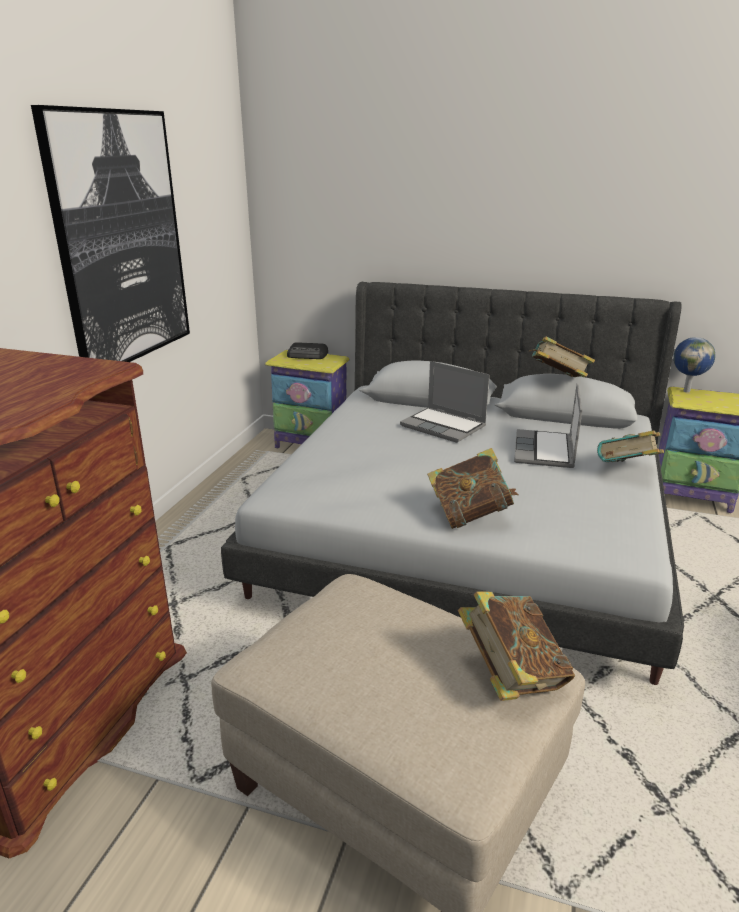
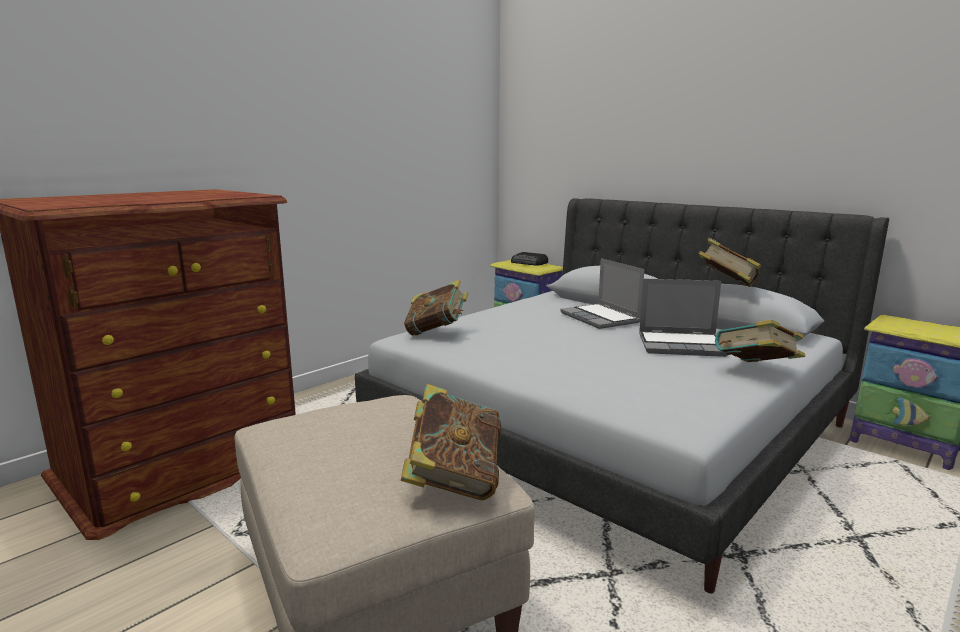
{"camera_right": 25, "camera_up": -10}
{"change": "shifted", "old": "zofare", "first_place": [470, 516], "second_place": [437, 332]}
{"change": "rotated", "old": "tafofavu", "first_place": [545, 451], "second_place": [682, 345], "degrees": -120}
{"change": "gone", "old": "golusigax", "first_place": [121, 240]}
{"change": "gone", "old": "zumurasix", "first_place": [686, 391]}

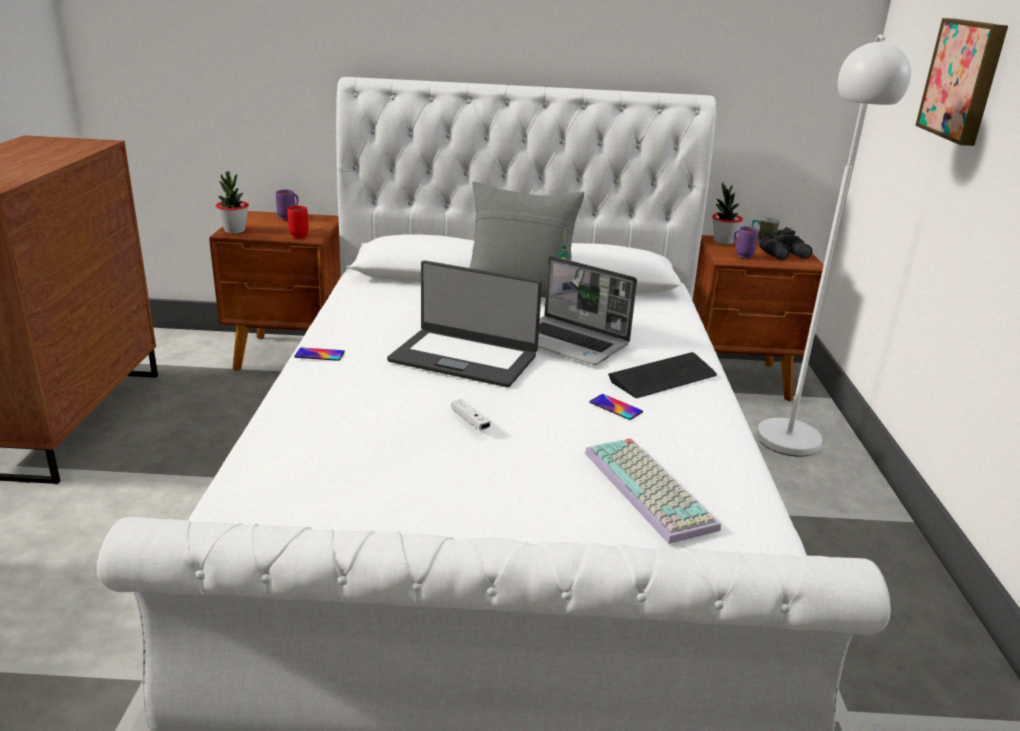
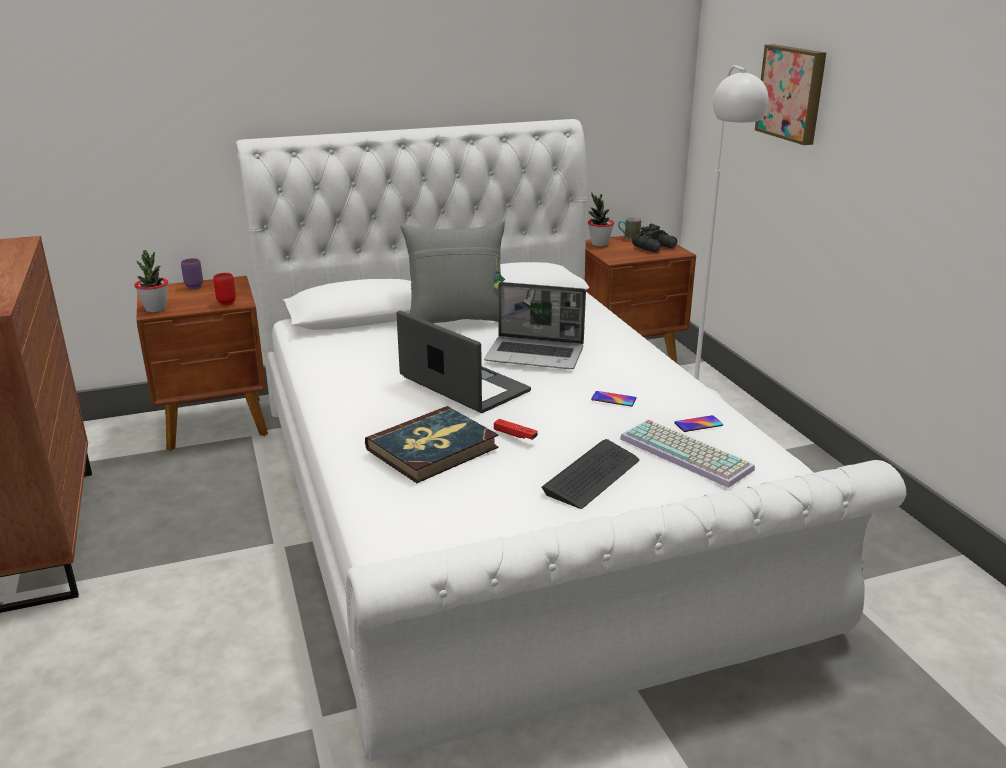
{"camera_right": -20, "camera_up": 0}
{"change": "new", "new": "zofare", "second_place": [432, 449]}
{"change": "rotated", "old": "tafofavu", "first_place": [464, 358], "second_place": [463, 385], "degrees": -135}
{"change": "repainted", "old": "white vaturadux", "new": "red vaturadux", "first_place": [470, 421], "second_place": [515, 435]}
{"change": "shifted", "old": "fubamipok", "first_place": [663, 377], "second_place": [592, 476]}
{"change": "shifted", "old": "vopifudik", "first_place": [319, 355], "second_place": [698, 424]}
{"change": "gone", "old": "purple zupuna", "first_place": [741, 255]}

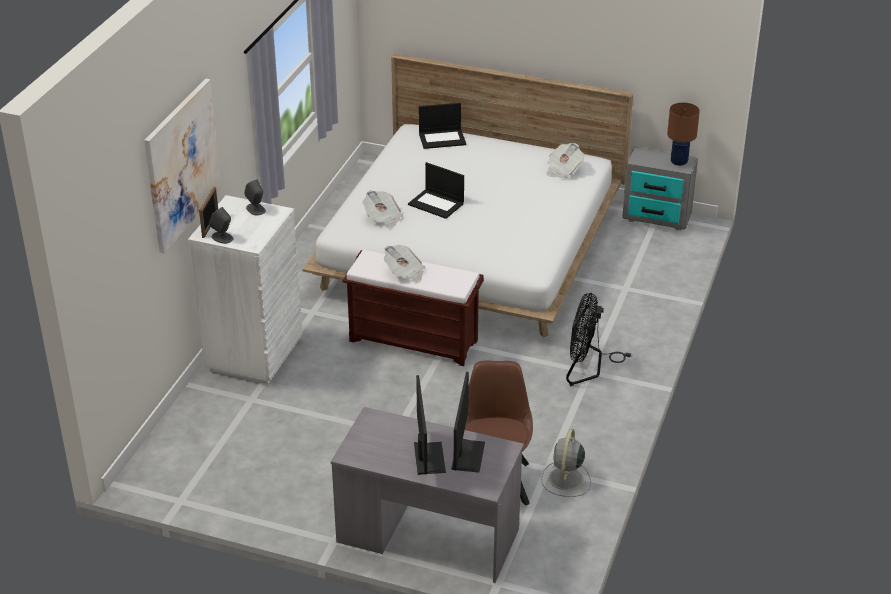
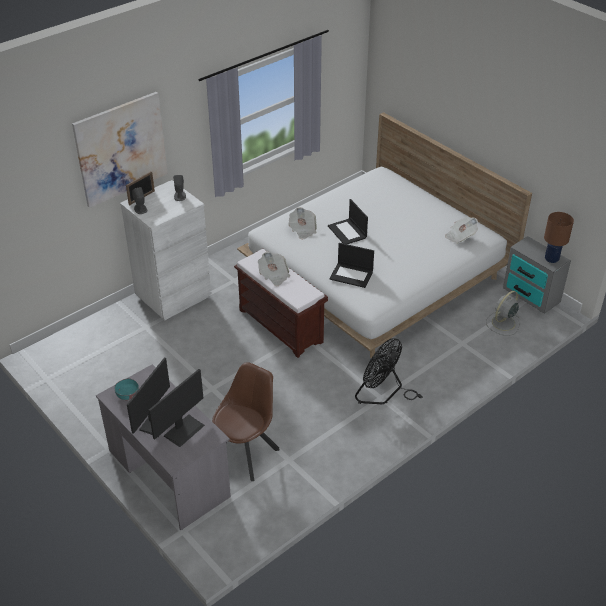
{"camera_right": 30, "camera_up": 5}
{"change": "new", "new": "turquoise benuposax", "second_place": [127, 394]}
{"change": "shifted", "old": "tafofavu", "first_place": [442, 138], "second_place": [352, 275]}
{"change": "shifted", "old": "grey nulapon", "first_place": [565, 479], "second_place": [502, 323]}

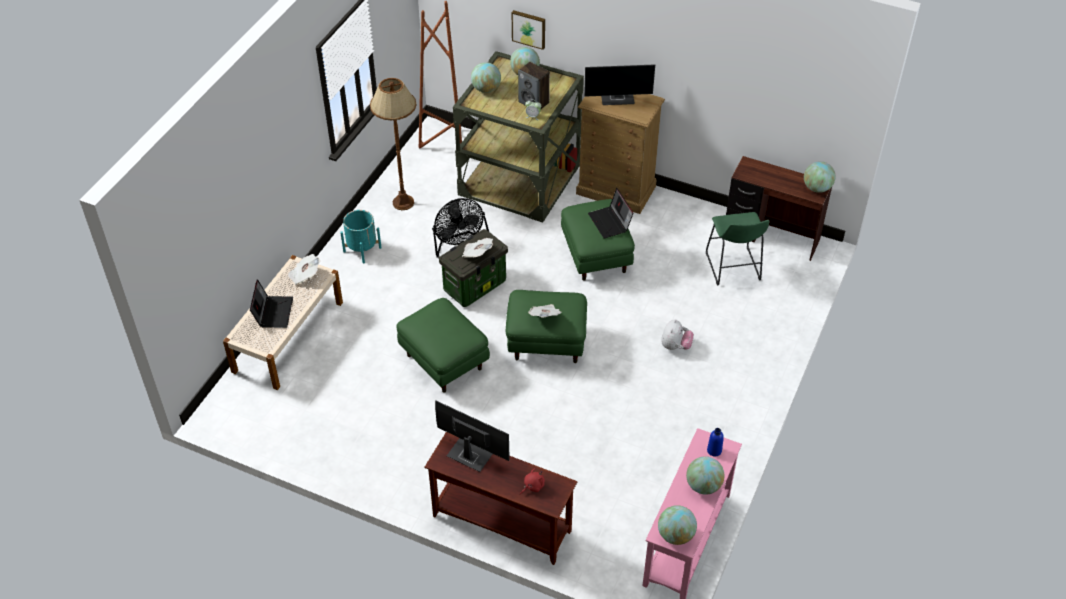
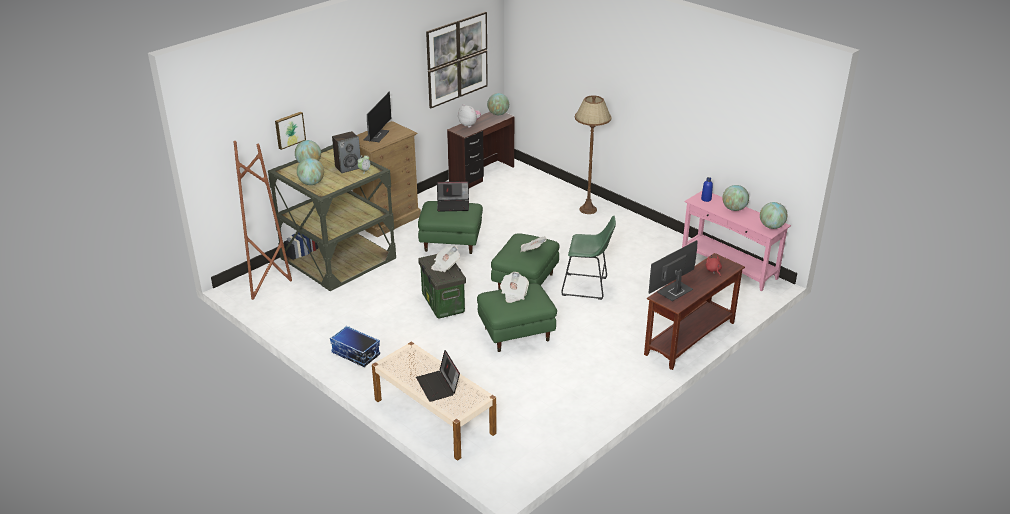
{"camera_right": -70, "camera_up": -15}
{"change": "swapped", "old": "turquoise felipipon", "new": "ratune", "first_place": [362, 249], "second_place": [355, 354]}
{"change": "rotated", "old": "tafofavu", "first_place": [273, 312], "second_place": [438, 386], "degrees": -135}
{"change": "new", "new": "golusigax", "second_place": [457, 59]}
{"change": "shifted", "old": "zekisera", "first_place": [675, 346], "second_place": [469, 125]}
{"change": "shifted", "old": "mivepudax", "first_place": [304, 275], "second_place": [514, 294]}
{"change": "shifted", "old": "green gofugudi", "first_place": [733, 269], "second_place": [587, 287]}
{"change": "shifted", "old": "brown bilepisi", "first_place": [403, 203], "second_place": [588, 209]}
{"change": "gone", "old": "black nulapon", "first_place": [456, 242]}

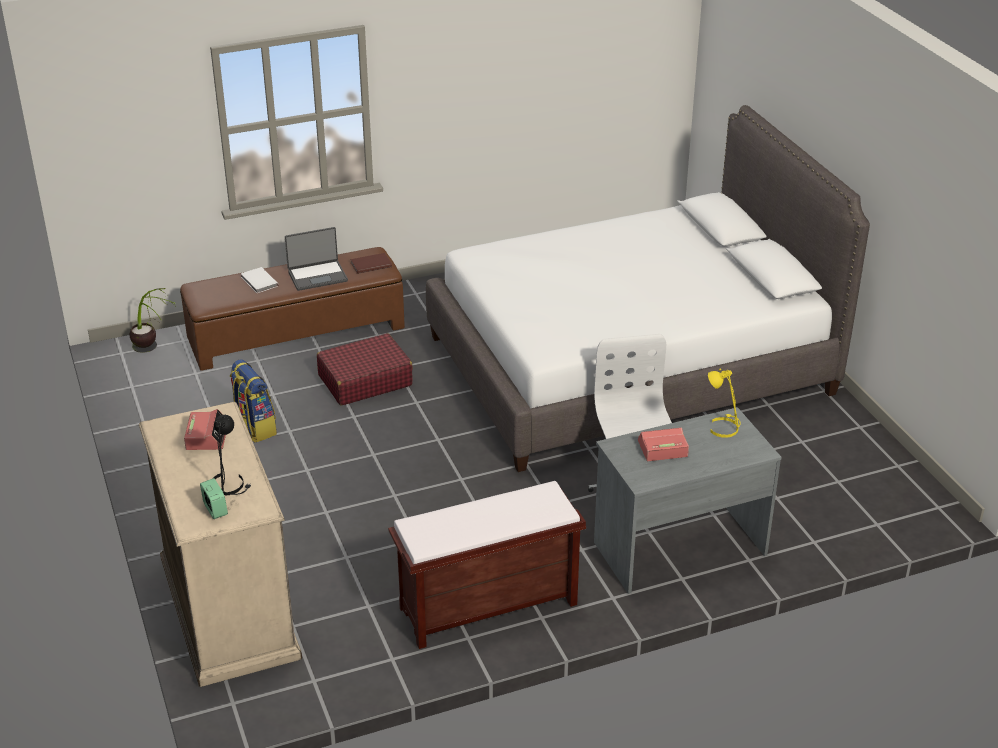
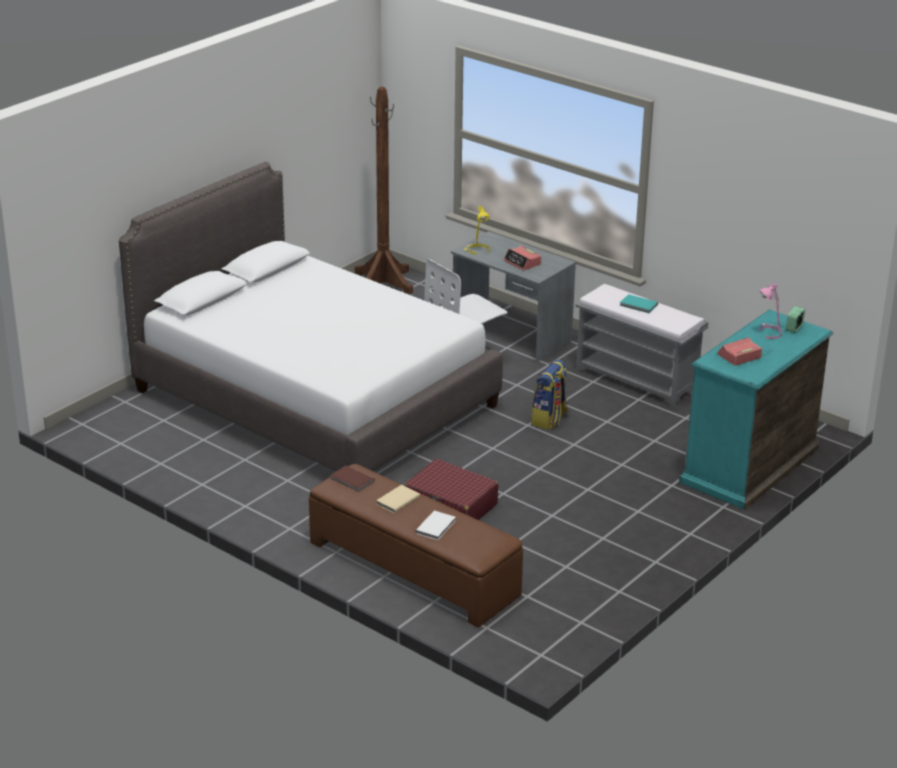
{"camera_right": -120, "camera_up": -5}
{"change": "new", "new": "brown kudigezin", "second_place": [383, 282]}
{"change": "swapped", "old": "tafofavu", "new": "beige zofare", "first_place": [317, 276], "second_place": [396, 500]}
{"change": "shifted", "old": "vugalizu", "first_place": [253, 428], "second_place": [549, 419]}
{"change": "repainted", "old": "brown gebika", "new": "grey gebika", "first_place": [487, 607], "second_place": [637, 380]}
{"change": "new", "new": "turquoise zofare", "second_place": [638, 305]}
{"change": "repainted", "old": "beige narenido", "new": "turquoise narenido", "first_place": [228, 606], "second_place": [749, 466]}
{"change": "repainted", "old": "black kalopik", "new": "pink kalopik", "first_place": [229, 485], "second_place": [768, 332]}
{"change": "gone", "old": "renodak", "first_place": [153, 351]}

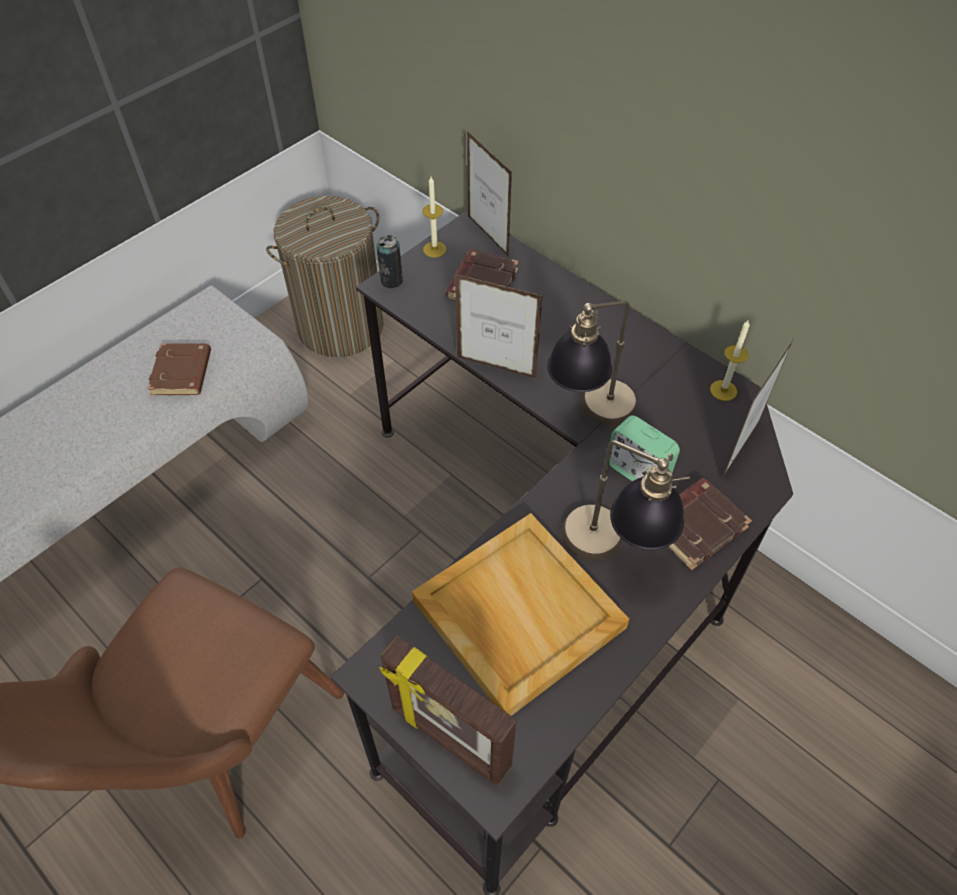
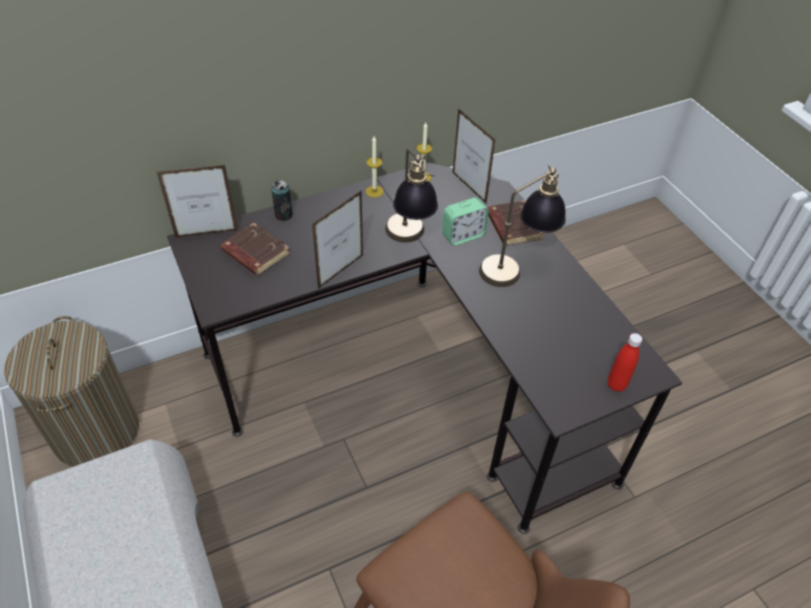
{"camera_right": -70, "camera_up": -5}
{"change": "shifted", "old": "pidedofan", "first_place": [391, 280], "second_place": [283, 215]}
{"change": "shifted", "old": "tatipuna", "first_place": [434, 249], "second_place": [374, 191]}
{"change": "swapped", "old": "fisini", "new": "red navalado", "first_place": [449, 738], "second_place": [616, 385]}
{"change": "gone", "old": "brown zofare", "first_place": [182, 374]}
{"change": "gone", "old": "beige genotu", "first_place": [516, 614]}

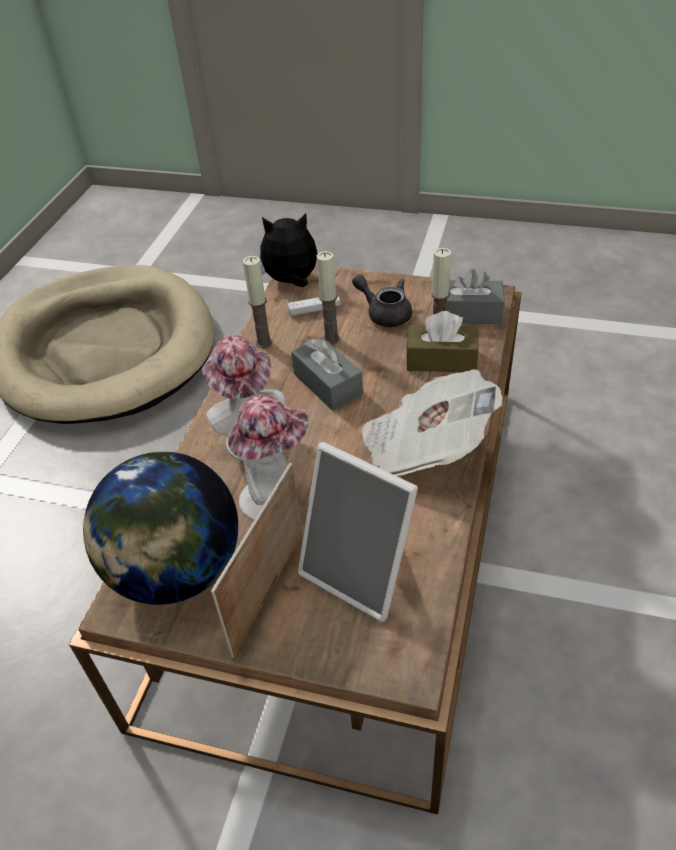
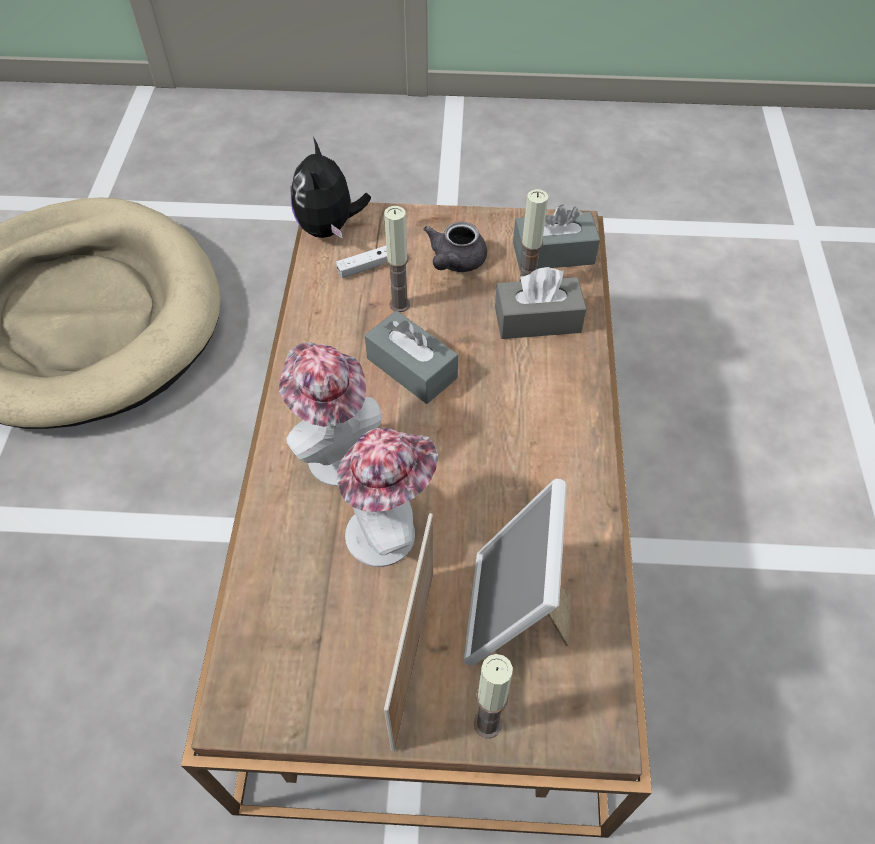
{"camera_right": -15, "camera_up": 10}
{"change": "rotated", "old": "zekisera", "first_place": [291, 281], "second_place": [329, 228], "degrees": -75}
{"change": "rotated", "old": "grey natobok", "first_place": [385, 313], "second_place": [455, 262], "degrees": -90}
{"change": "rotated", "old": "fisini", "first_place": [361, 572], "second_place": [515, 614], "degrees": 75}
{"change": "shifted", "old": "tatipuna", "first_place": [264, 343], "second_place": [487, 723]}
{"change": "repainted", "old": "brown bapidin", "new": "grey bapidin", "first_place": [441, 360], "second_place": [537, 320]}
{"change": "gone", "old": "zumurasix", "first_place": [176, 571]}
{"change": "gone", "old": "mivepudax", "first_place": [424, 447]}

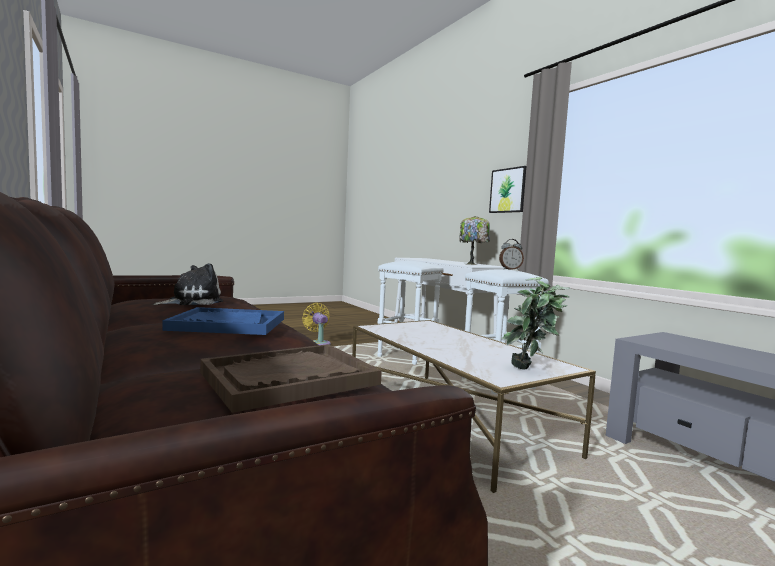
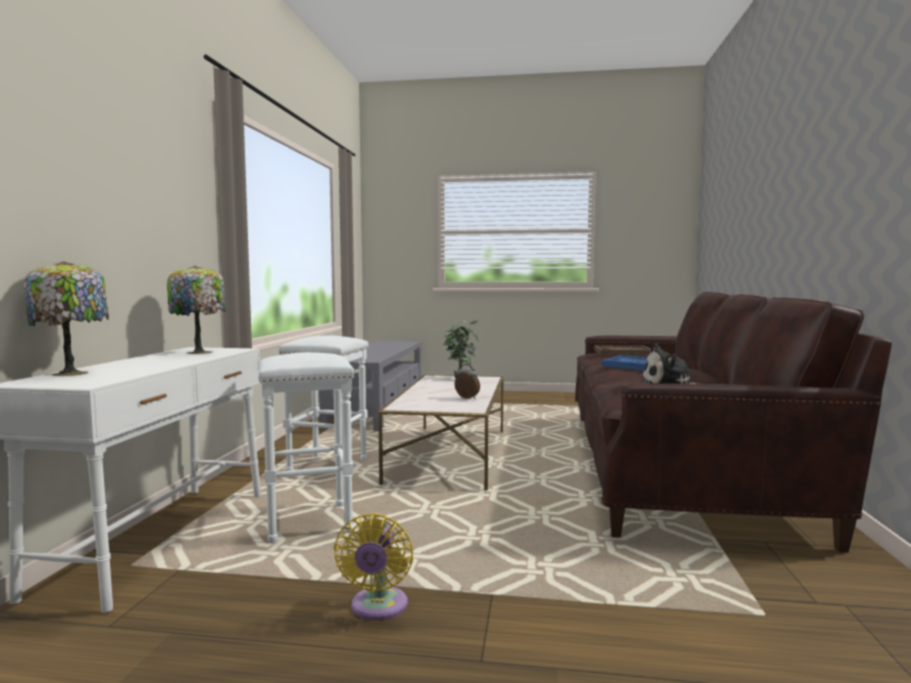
{"camera_right": -140, "camera_up": 0}
{"change": "new", "new": "kalopik", "second_place": [72, 373]}
{"change": "shifted", "old": "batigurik", "first_place": [510, 269], "second_place": [466, 398]}
{"change": "gone", "old": "golusigax", "first_place": [509, 190]}

